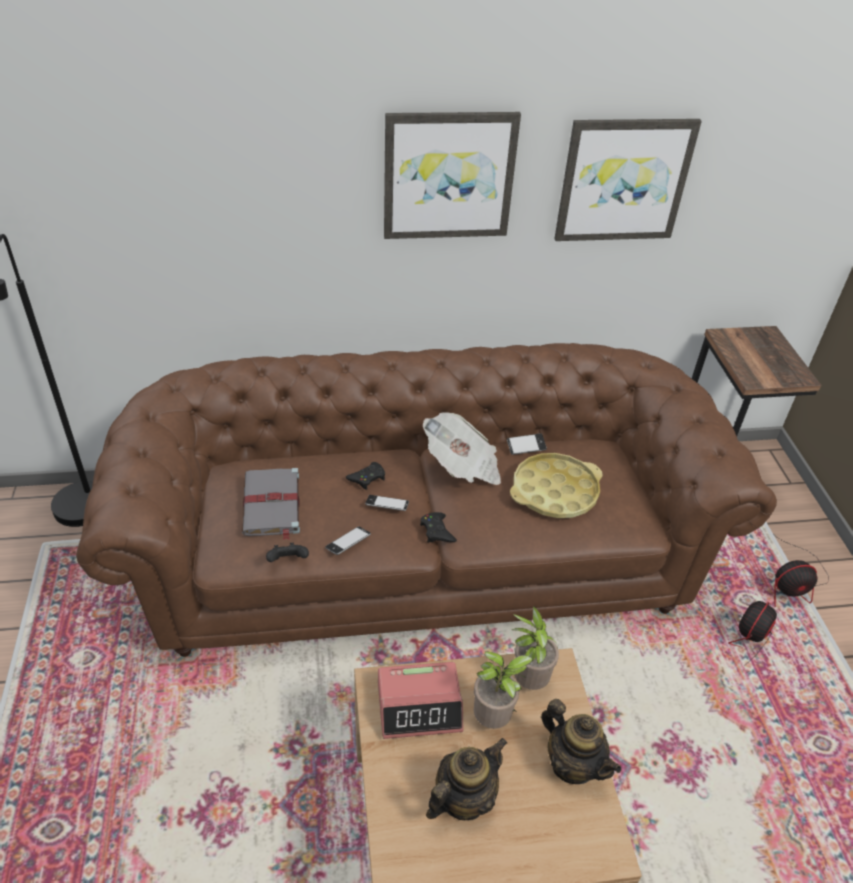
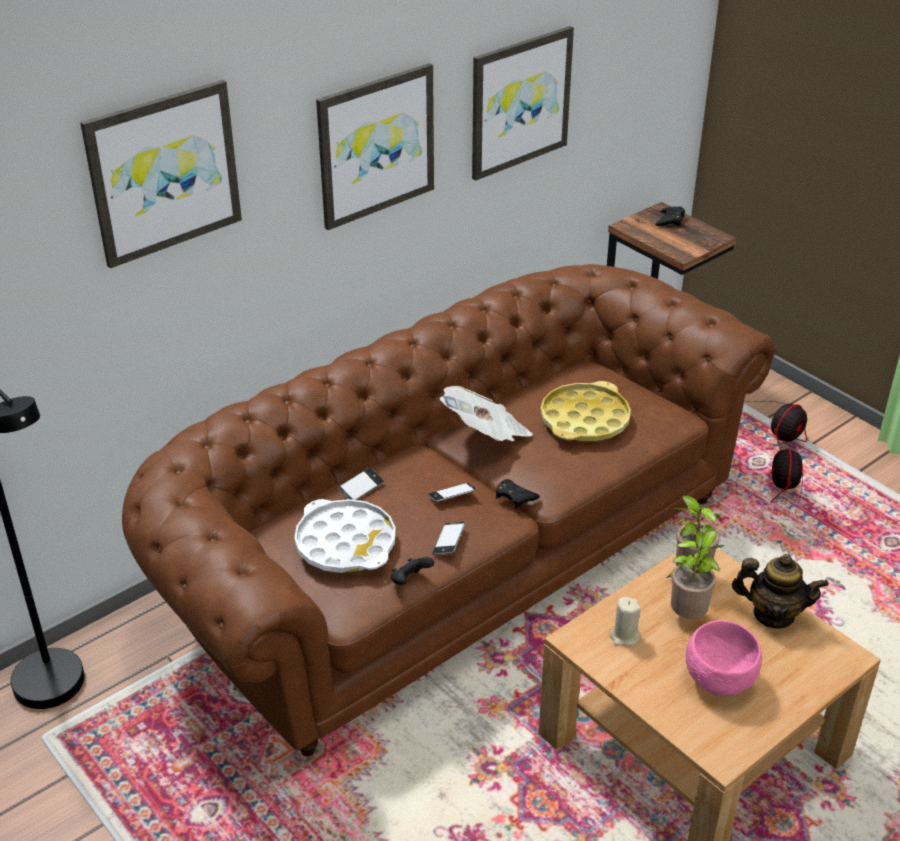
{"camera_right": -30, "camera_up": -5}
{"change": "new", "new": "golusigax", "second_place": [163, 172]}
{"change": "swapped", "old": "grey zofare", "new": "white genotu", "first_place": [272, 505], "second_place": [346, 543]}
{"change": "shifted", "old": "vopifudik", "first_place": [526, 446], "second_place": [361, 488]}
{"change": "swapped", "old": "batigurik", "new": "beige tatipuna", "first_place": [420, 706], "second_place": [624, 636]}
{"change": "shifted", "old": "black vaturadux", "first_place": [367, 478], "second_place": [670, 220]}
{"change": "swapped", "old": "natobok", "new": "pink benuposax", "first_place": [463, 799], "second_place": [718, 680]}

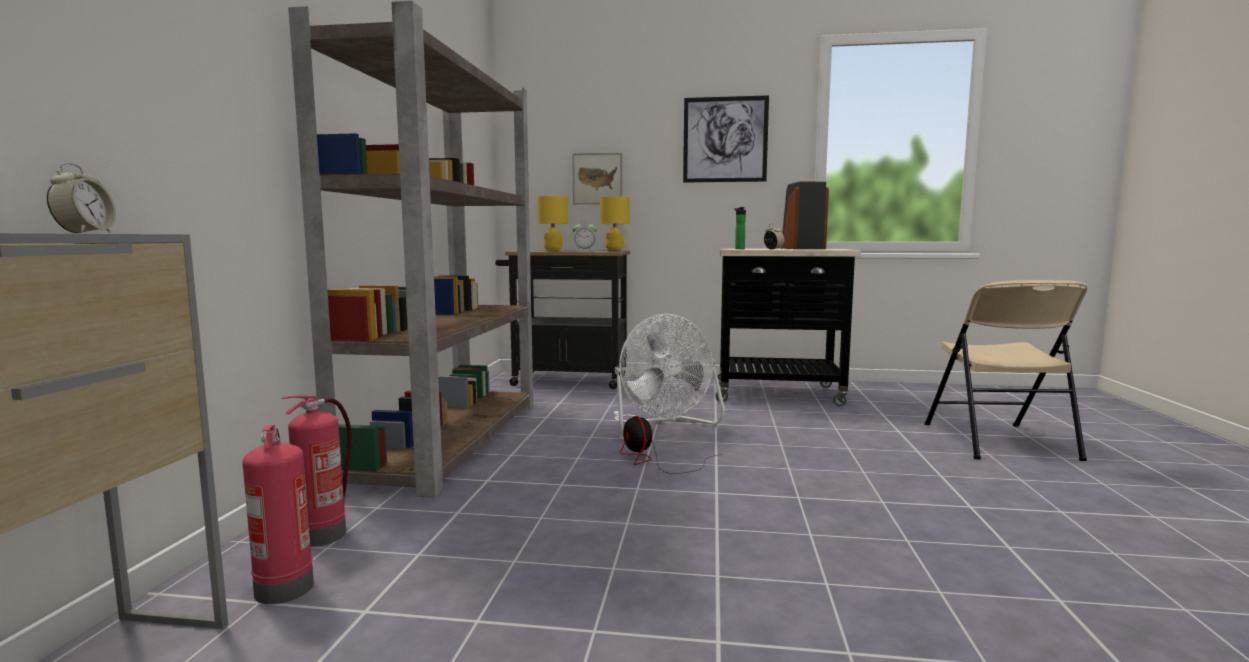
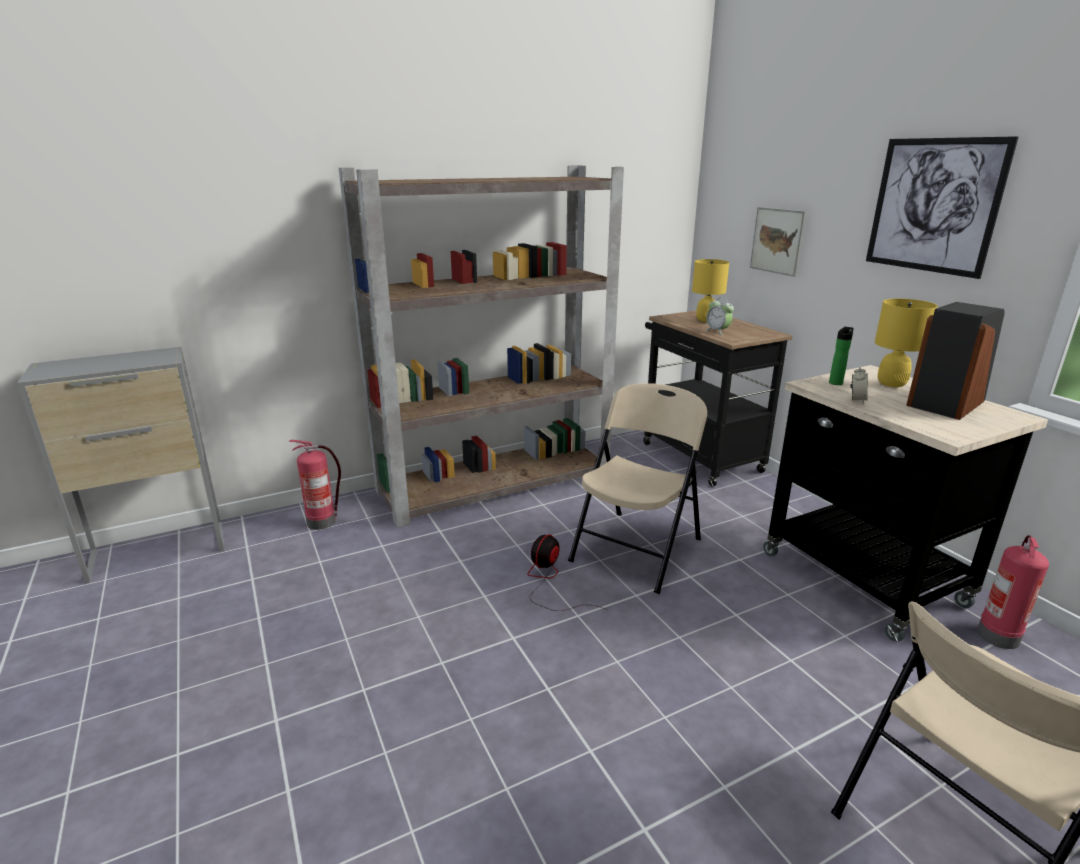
{"camera_right": 55, "camera_up": 15}
{"change": "swapped", "old": "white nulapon", "new": "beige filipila", "first_place": [658, 427], "second_place": [636, 550]}
{"change": "shifted", "old": "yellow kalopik", "first_place": [613, 250], "second_place": [889, 384]}
{"change": "shifted", "old": "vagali", "first_place": [283, 587], "second_place": [997, 634]}
{"change": "gone", "old": "batigurik", "first_place": [85, 233]}

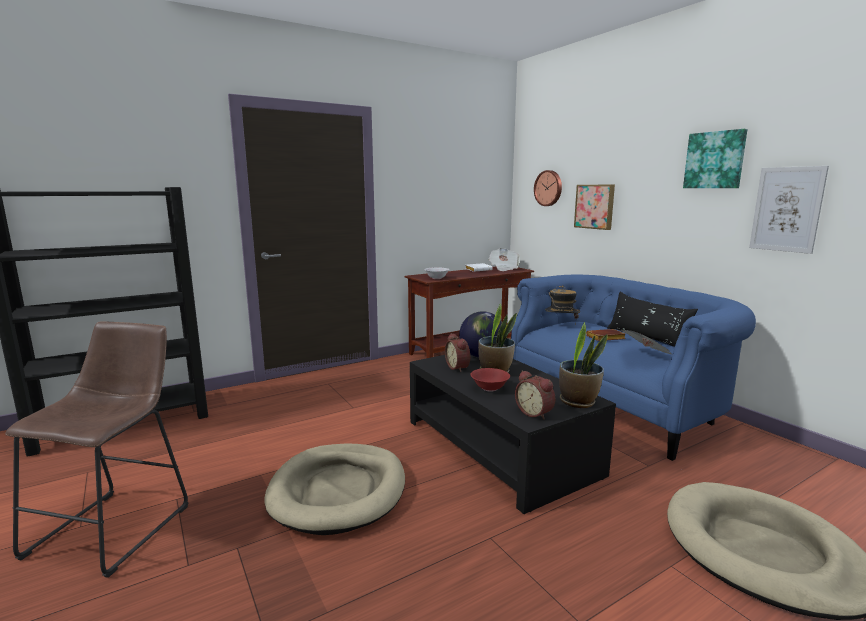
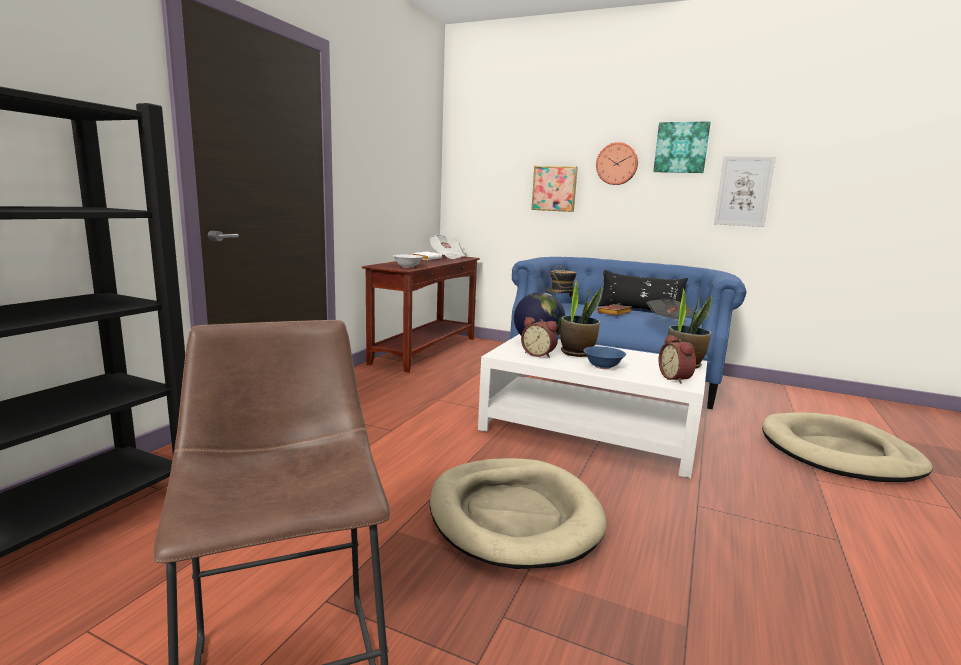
{"camera_right": -35, "camera_up": 0}
{"change": "repainted", "old": "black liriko", "new": "white liriko", "first_place": [499, 447], "second_place": [589, 431]}
{"change": "repainted", "old": "red benuposax", "new": "blue benuposax", "first_place": [489, 388], "second_place": [602, 366]}
{"change": "shifted", "old": "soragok", "first_place": [549, 188], "second_place": [617, 164]}
{"change": "rotated", "old": "batigurik", "first_place": [535, 413], "second_place": [676, 378], "degrees": 60}

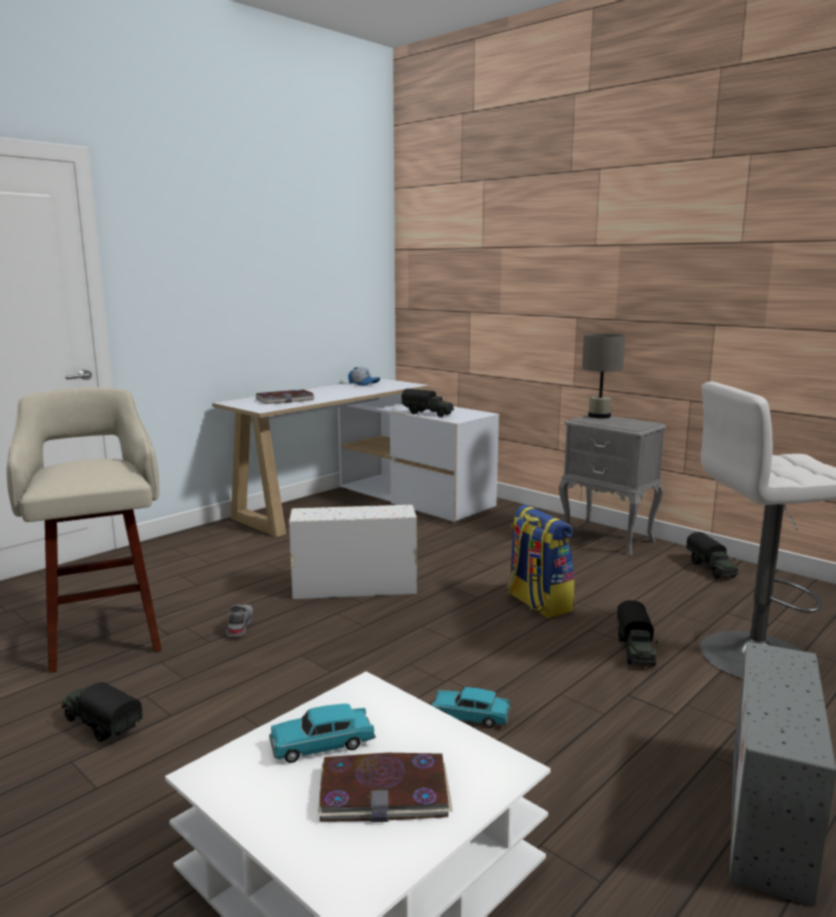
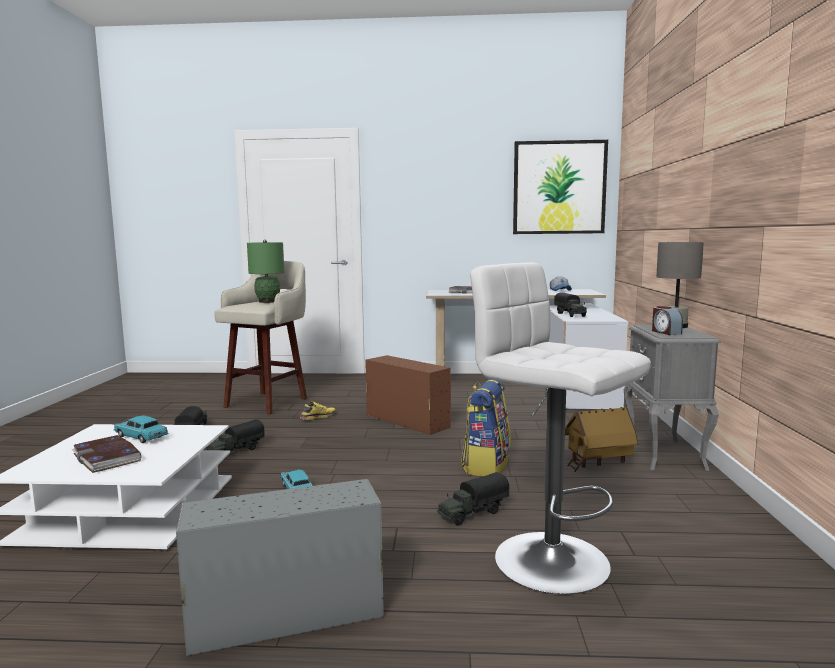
{"camera_right": 50, "camera_up": -5}
{"change": "shifted", "old": "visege", "first_place": [711, 569], "second_place": [235, 451]}
{"change": "new", "new": "green kalopik", "second_place": [268, 301]}
{"change": "repainted", "old": "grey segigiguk", "new": "yellow segigiguk", "first_place": [238, 626], "second_place": [317, 417]}
{"change": "repainted", "old": "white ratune", "new": "brown ratune", "first_place": [352, 588], "second_place": [406, 421]}
{"change": "new", "new": "golusigax", "second_place": [559, 188]}
{"change": "new", "new": "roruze", "second_place": [598, 462]}
{"change": "new", "new": "batigurik", "second_place": [665, 332]}

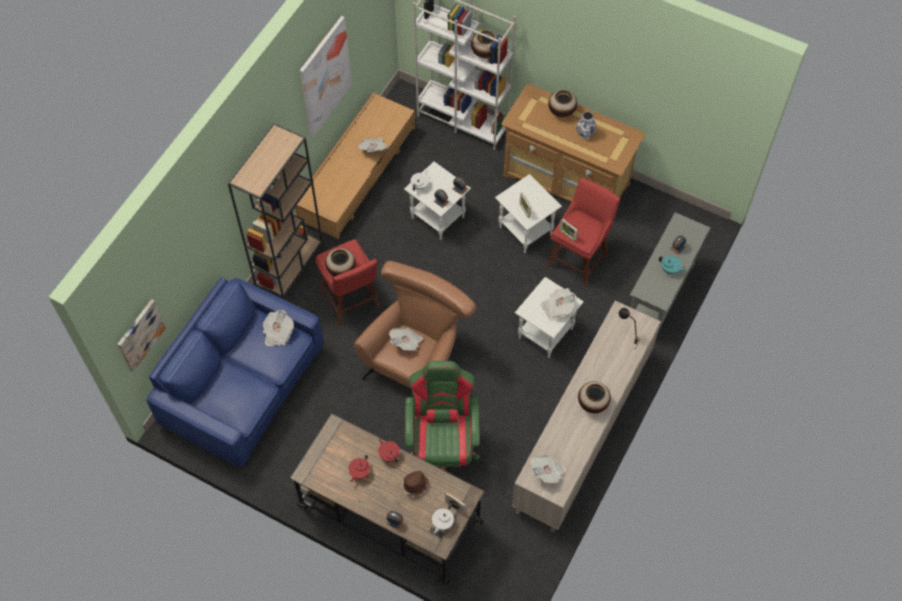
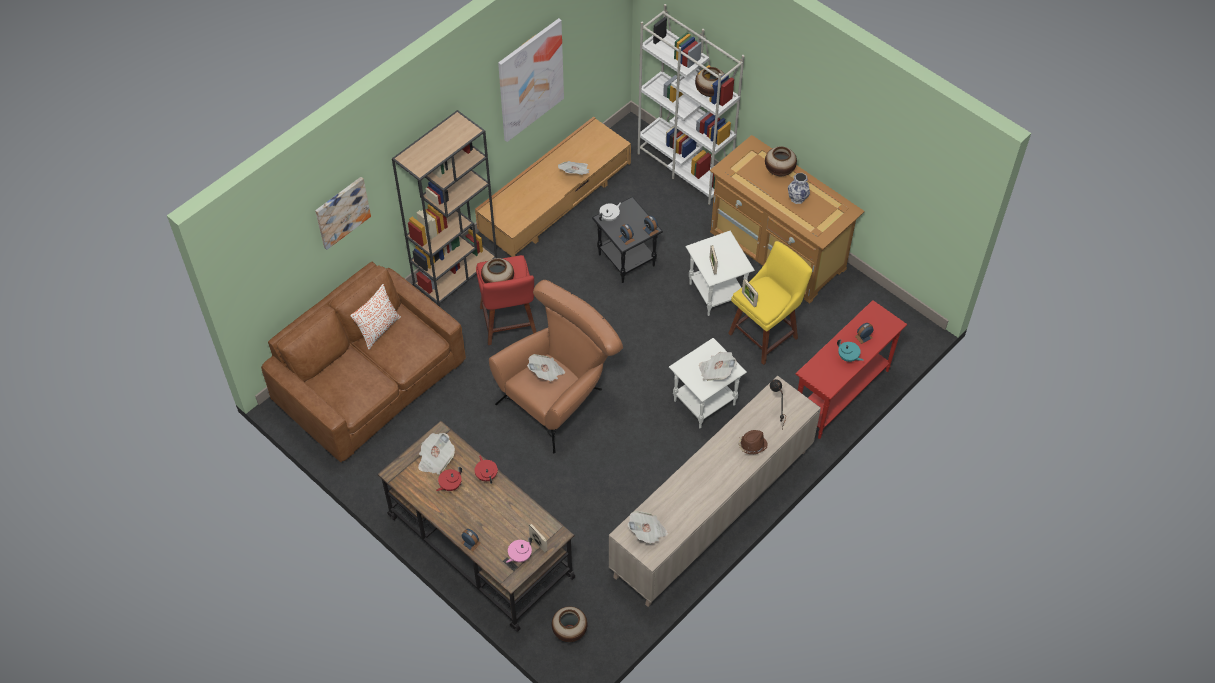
{"camera_right": 15, "camera_up": -5}
{"change": "repainted", "old": "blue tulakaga", "new": "brown tulakaga", "first_place": [243, 385], "second_place": [370, 382]}
{"change": "shifted", "old": "golusigax", "first_place": [140, 335], "second_place": [342, 212]}
{"change": "new", "new": "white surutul", "second_place": [379, 330]}
{"change": "shifted", "old": "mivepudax", "first_place": [277, 333], "second_place": [435, 459]}
{"change": "repainted", "old": "white natobok", "new": "pink natobok", "first_place": [442, 523], "second_place": [519, 556]}
{"change": "shifted", "old": "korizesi", "first_place": [592, 404], "second_place": [569, 631]}
{"change": "repainted", "old": "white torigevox", "new": "black torigevox", "first_place": [438, 218], "second_place": [627, 260]}
{"change": "repainted", "old": "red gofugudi", "new": "yellow gofugudi", "first_place": [579, 258], "second_place": [765, 334]}
{"change": "shifted", "old": "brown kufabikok", "first_place": [414, 484], "second_place": [752, 445]}
{"change": "repainted", "old": "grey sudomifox", "new": "red sudomifox", "first_place": [660, 299], "second_place": [841, 396]}
{"change": "gone", "old": "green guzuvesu", "first_place": [442, 448]}

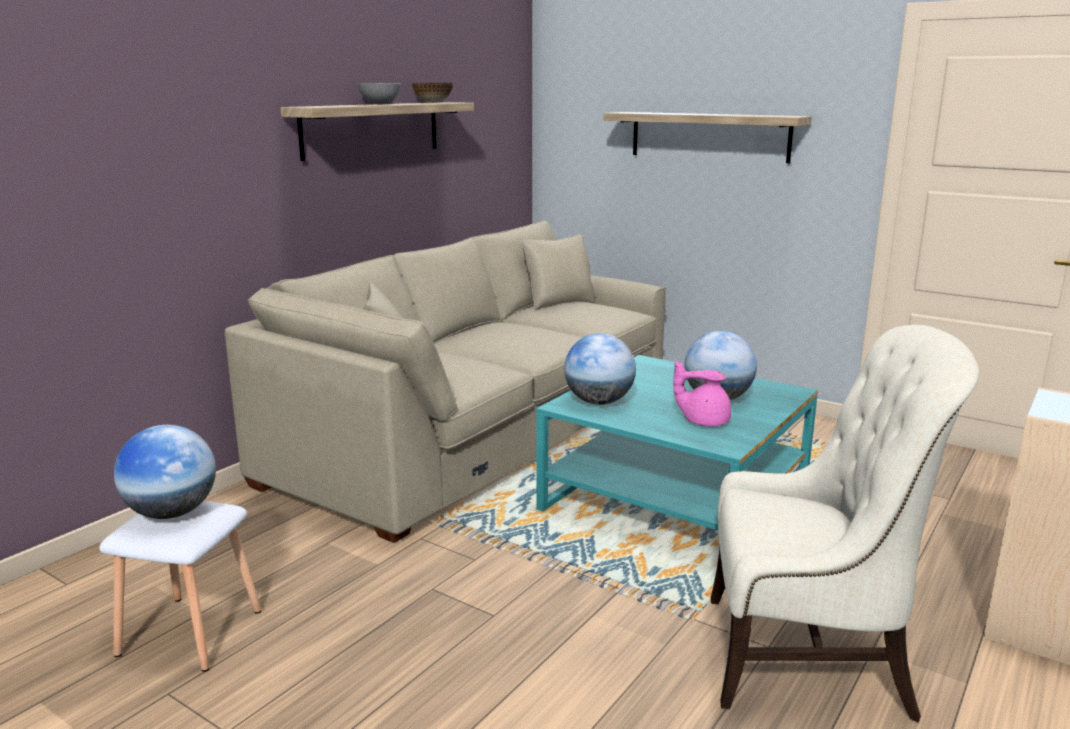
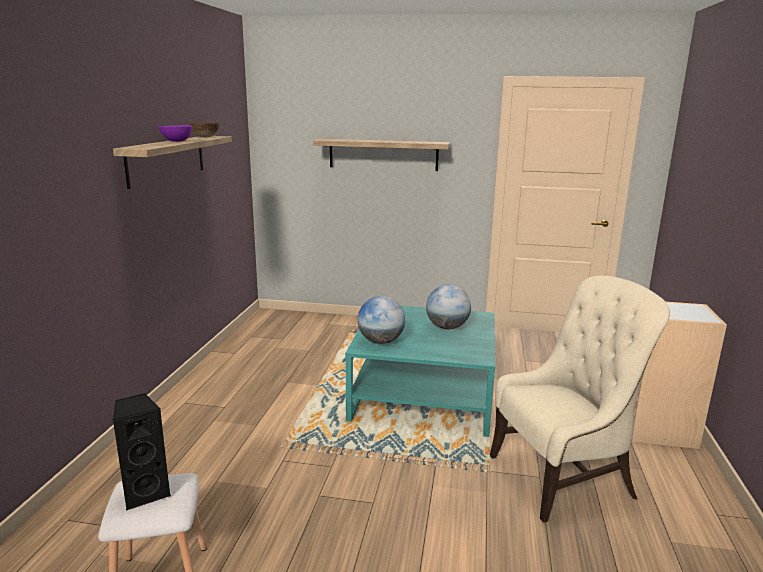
{"camera_right": -25, "camera_up": 0}
{"change": "swapped", "old": "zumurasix", "new": "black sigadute", "first_place": [172, 513], "second_place": [146, 492]}
{"change": "repainted", "old": "grey benuposax", "new": "purple benuposax", "first_place": [379, 104], "second_place": [176, 141]}
{"change": "gone", "old": "beige tulakaga", "first_place": [482, 432]}
{"change": "gone", "old": "pink natobok", "first_place": [703, 421]}

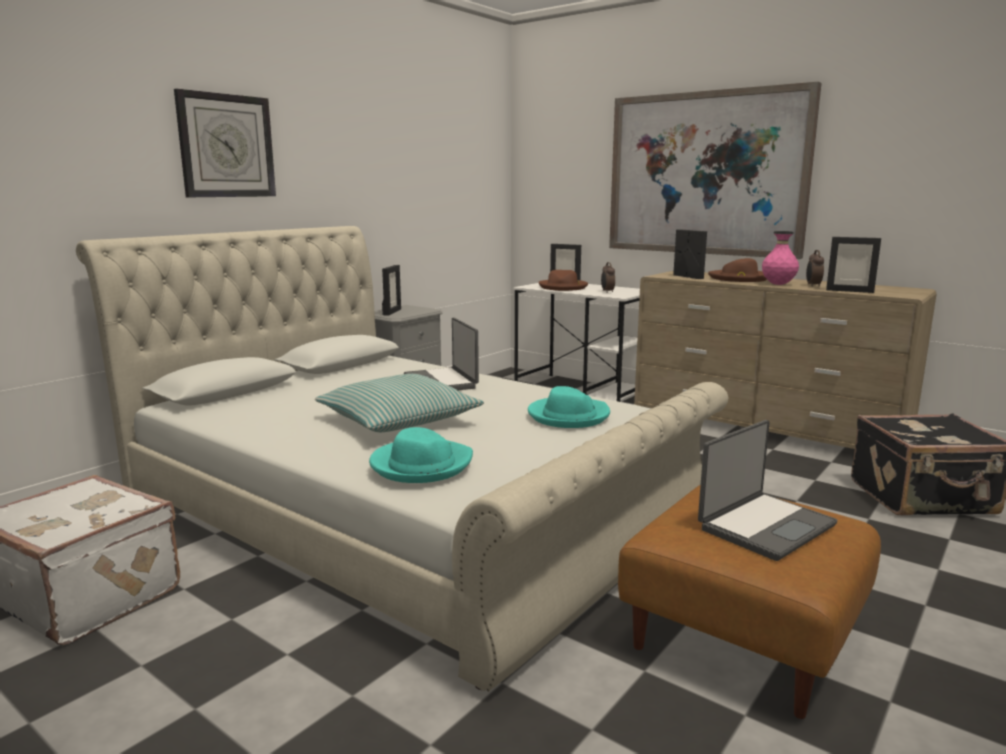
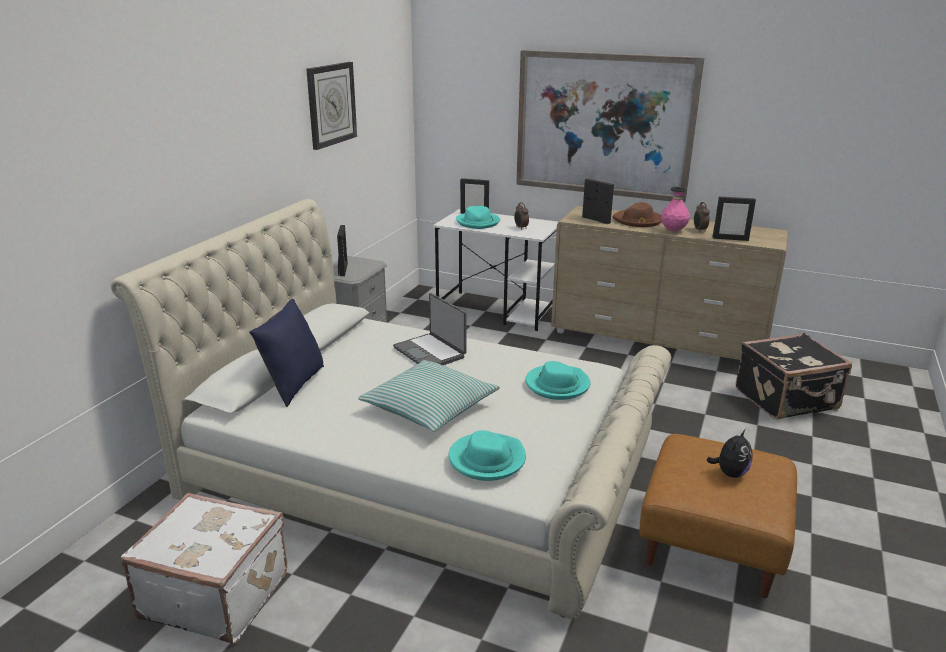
{"camera_right": -15, "camera_up": 10}
{"change": "new", "new": "blue surutul", "second_place": [293, 385]}
{"change": "shifted", "old": "soragok", "first_place": [226, 146], "second_place": [331, 104]}
{"change": "repainted", "old": "brown kufabikok", "new": "turquoise kufabikok", "first_place": [563, 287], "second_place": [478, 222]}
{"change": "swapped", "old": "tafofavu", "new": "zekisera", "first_place": [764, 526], "second_place": [730, 473]}

